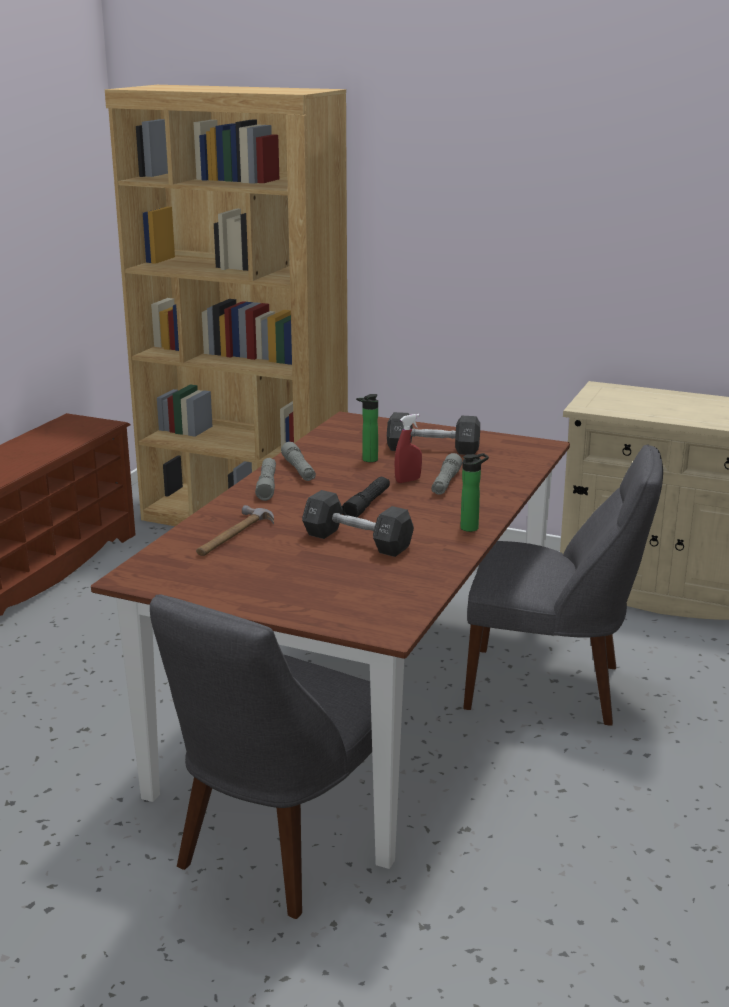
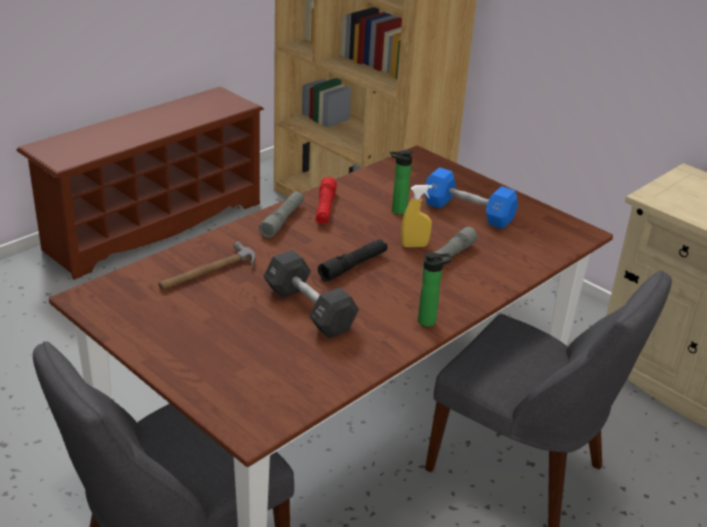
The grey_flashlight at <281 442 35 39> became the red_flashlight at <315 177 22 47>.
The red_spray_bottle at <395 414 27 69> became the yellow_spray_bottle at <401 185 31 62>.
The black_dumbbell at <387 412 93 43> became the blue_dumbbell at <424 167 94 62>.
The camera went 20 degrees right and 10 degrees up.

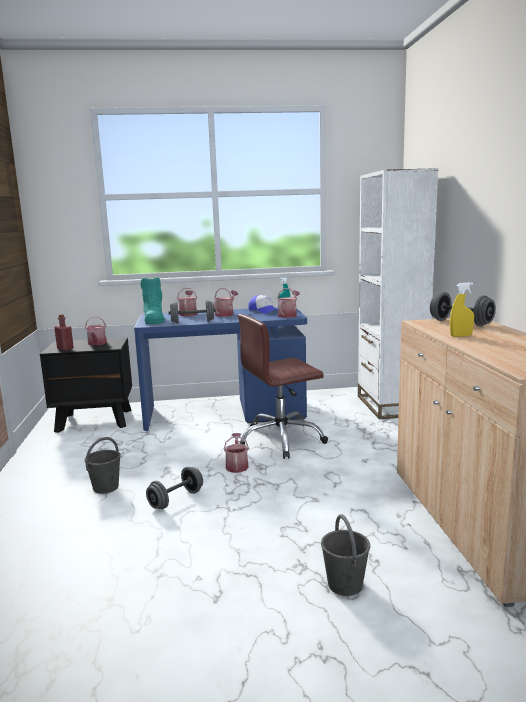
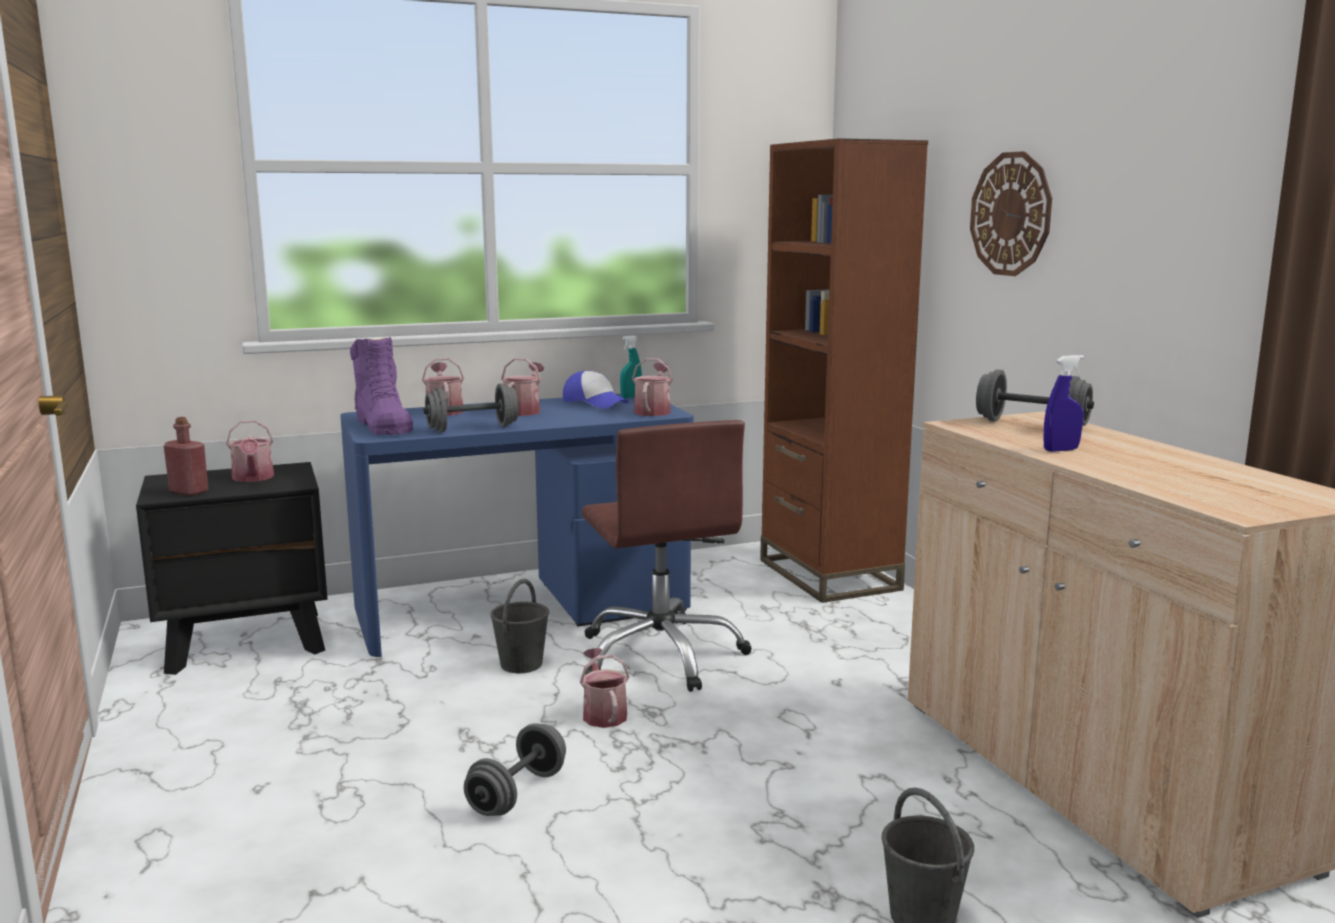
The turquoise_boot at <140 277 25 47> became the purple_boot at <350 337 63 98>.
The grey_bucket moved from <84 437 37 57> to <490 579 59 94>.
The brown_office_chair at <238 314 90 145> turned 75 degrees counterclockwise.
The white_bookcase at <358 168 81 251> became the brown_bookcase at <760 138 168 465>.
The wall_clock at <970 151 82 125> appeared.
The yellow_spray_bottle at <450 282 24 55> became the blue_spray_bottle at <1043 355 41 97>.
The camera went 15 degrees left and 0 degrees up.

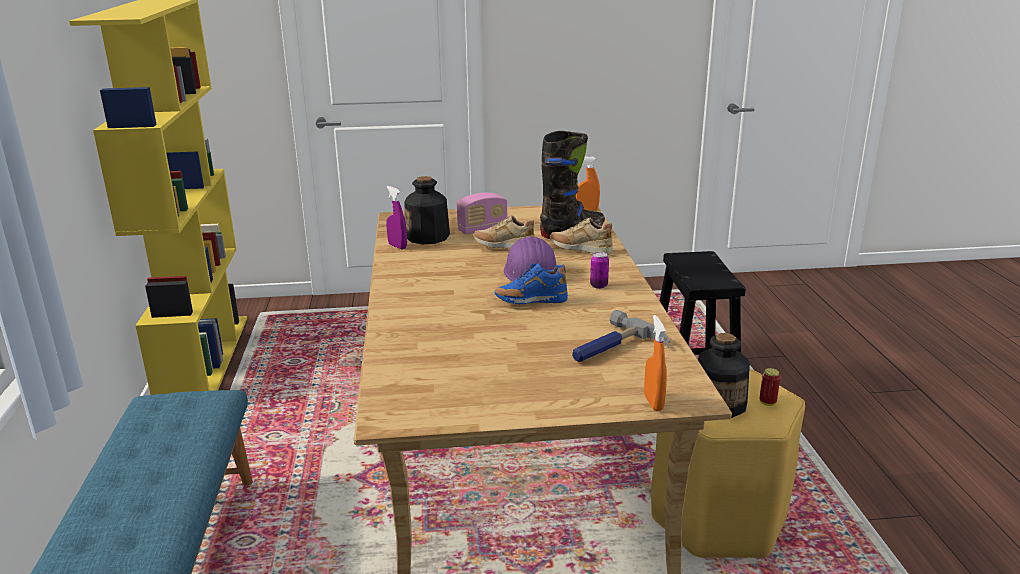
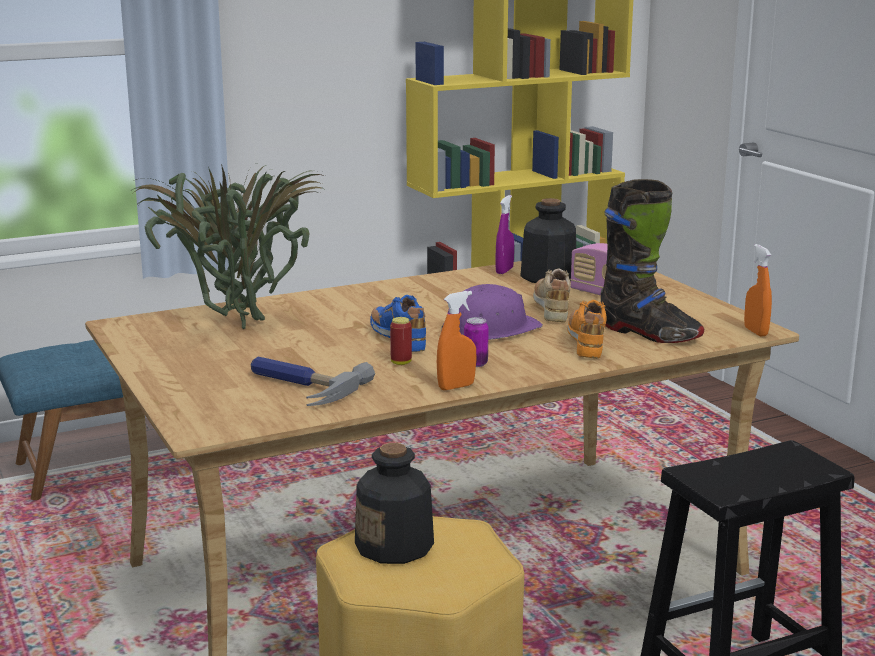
The potted_plant at <129 163 197 166> appeared.
The can moved from <759 368 21 38> to <390 317 22 48>.
The orange_spray_bottle moved from <644 315 23 96> to <437 291 39 99>.
The beige_shoe at <550 218 63 37> became the orange_shoe at <567 300 39 58>.
The camera went 70 degrees right and 5 degrees down.

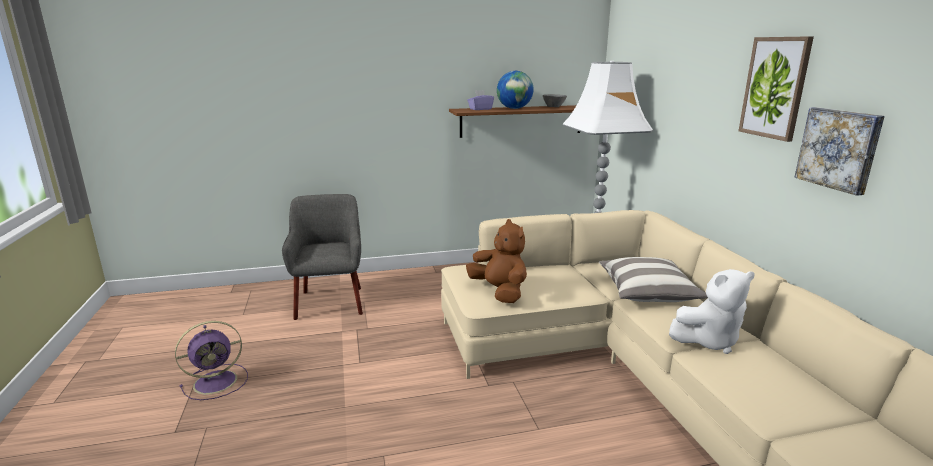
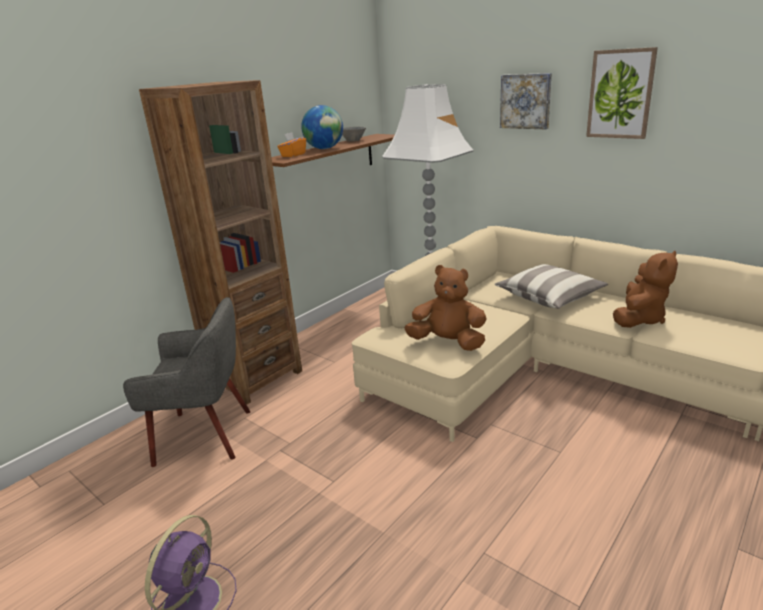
The grey_armchair at <282 194 81 126> turned 135 degrees clockwise.
The brown_bookcase at <139 80 163 325> appeared.
The purple_tissue_box at <467 90 27 20> became the orange_tissue_box at <277 132 29 25>.
The picture moved from <794 107 91 89> to <500 73 52 56>.
The white_plush_toy at <669 269 86 85> became the brown_plush_toy at <613 251 65 77>.
The camera went 35 degrees left and 5 degrees up.

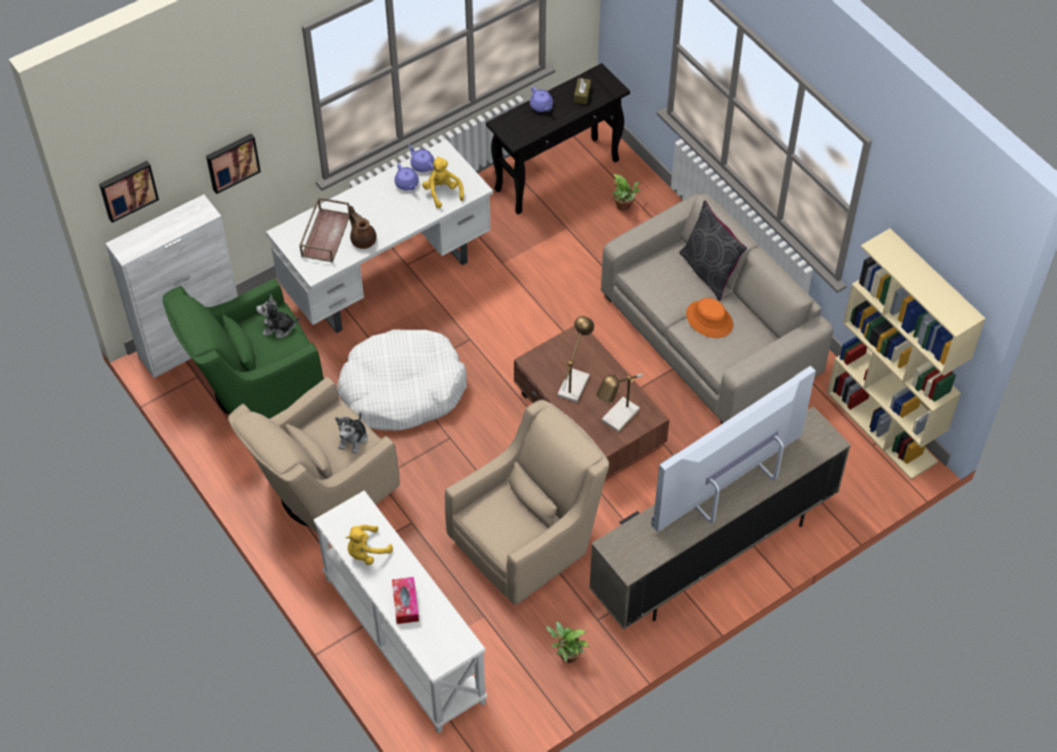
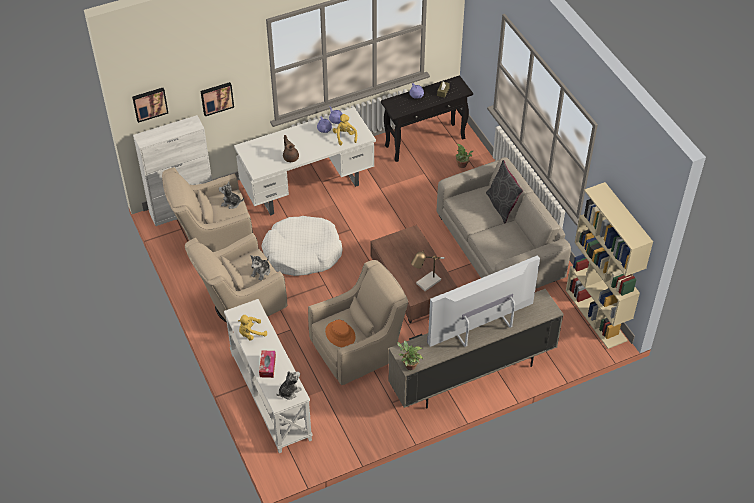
The green_armchair at <163 278 161 141> became the beige_armchair at <162 167 91 85>.
The plush_toy at <277 371 25 29> appeared.
The orange_hat moved from <686 298 47 40> to <325 320 31 27>.
The potted_plant moved from <545 622 44 41> to <397 341 26 29>.
The brown_tray at <299 197 51 66> disappeared.
The table_lamp at <558 316 36 87> disappeared.
The camera went 10 degrees right and 5 degrees down.

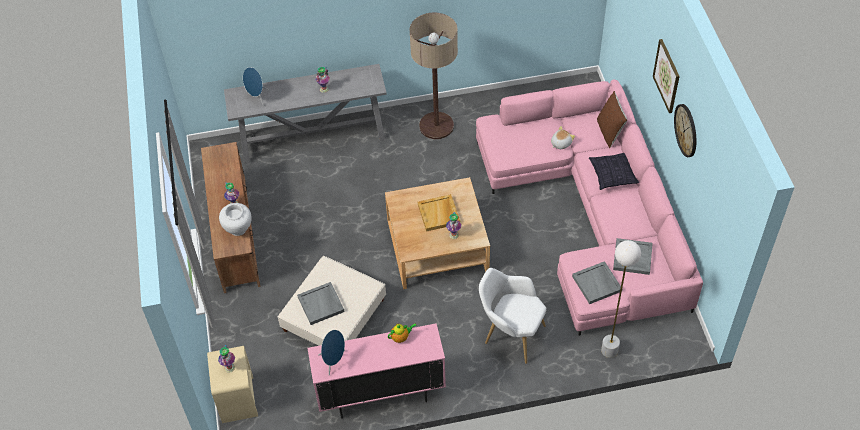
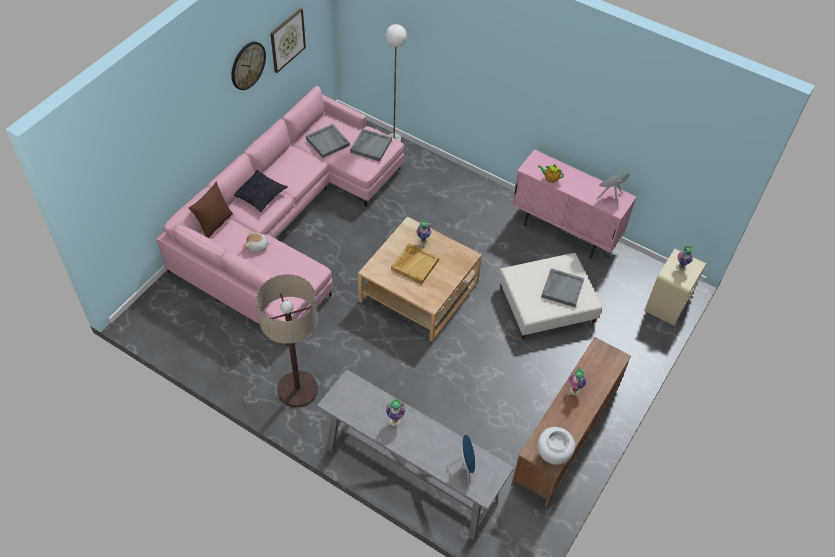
The picture moved from <653 39 27 74> to <270 8 36 65>.
The white_vase moved from <219 203 33 33> to <537 427 38 38>.
The white_armchair at <479 268 68 96> disappeared.
The camera went 140 degrees left and 0 degrees up.

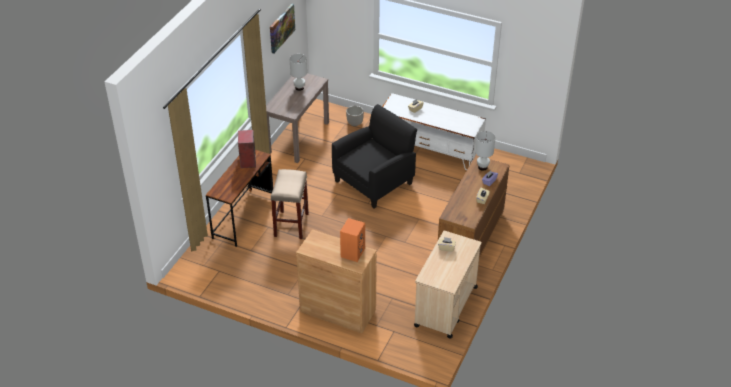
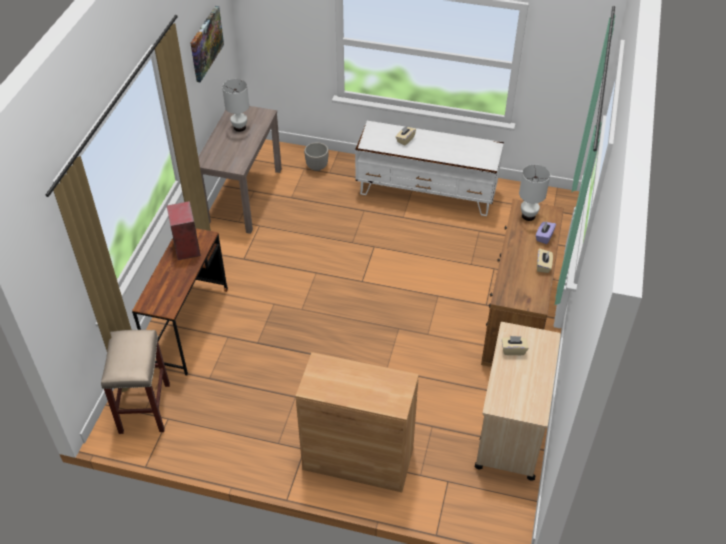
The beige_stool moved from <271 169 38 70> to <101 330 69 104>.
The black_armchair at <332 104 85 105> disappeared.
The orange_speaker at <340 218 25 44> disappeared.
The camera went 10 degrees left and 5 degrees up.

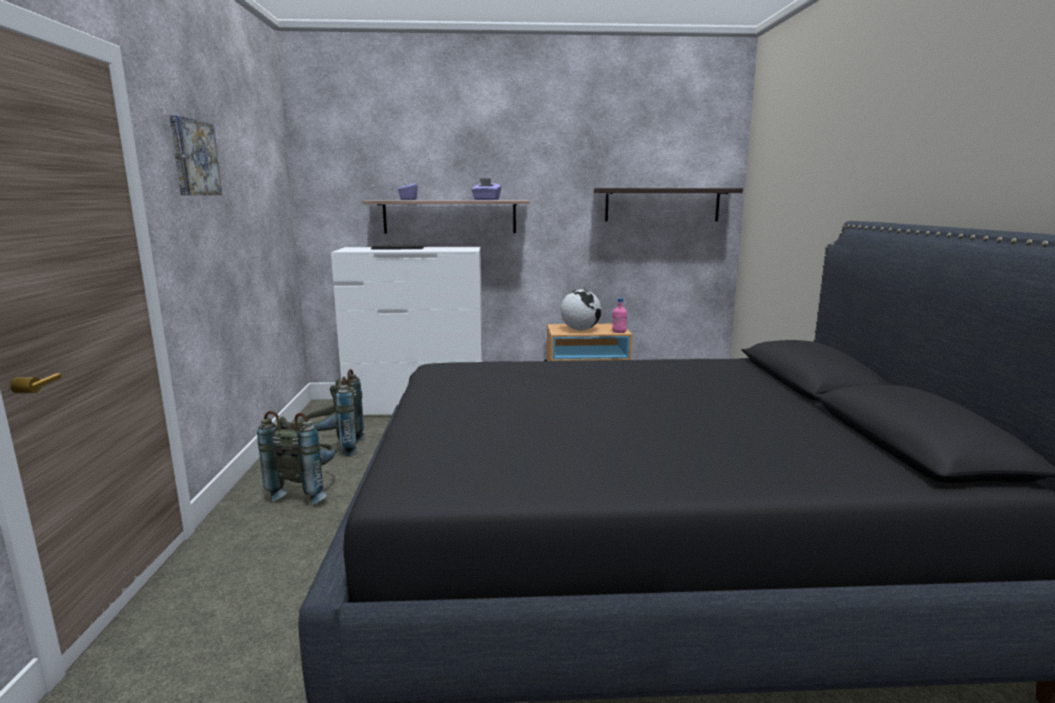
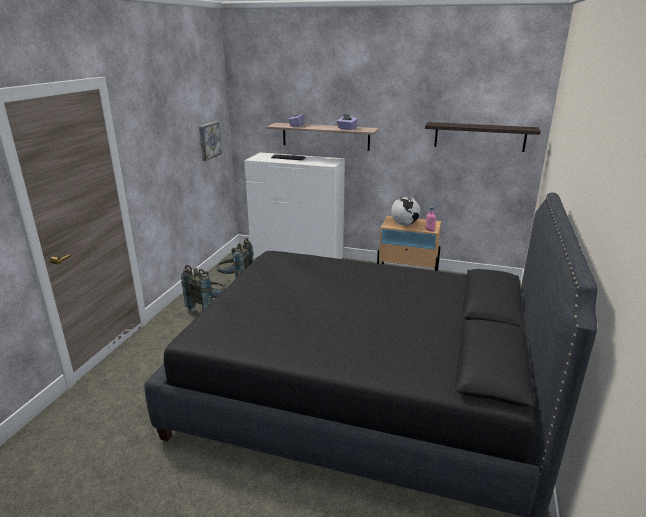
The picture moved from <170 115 52 80> to <199 121 23 40>.
The camera went 20 degrees right and 10 degrees up.

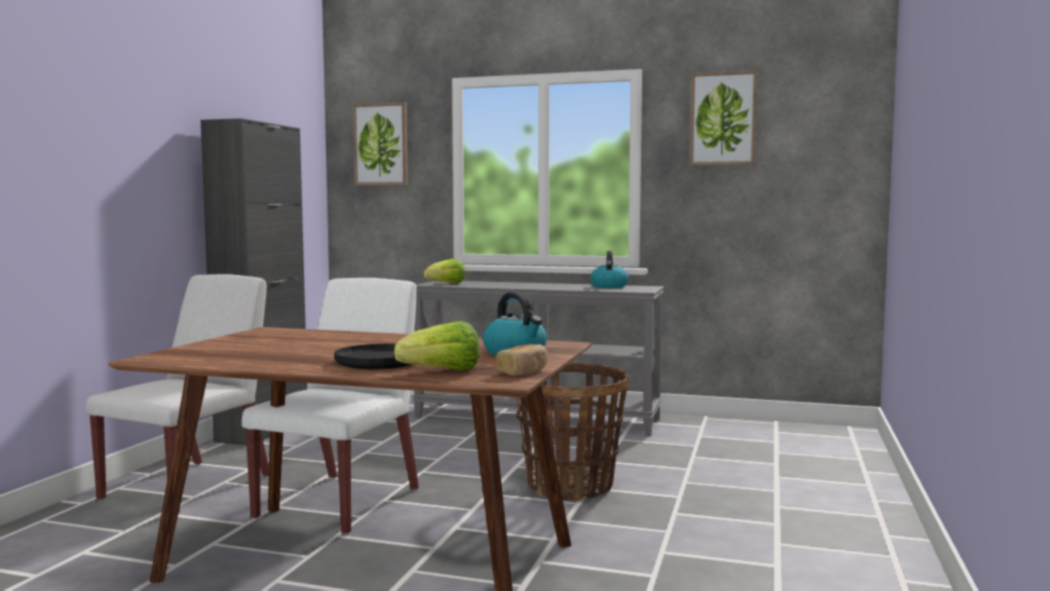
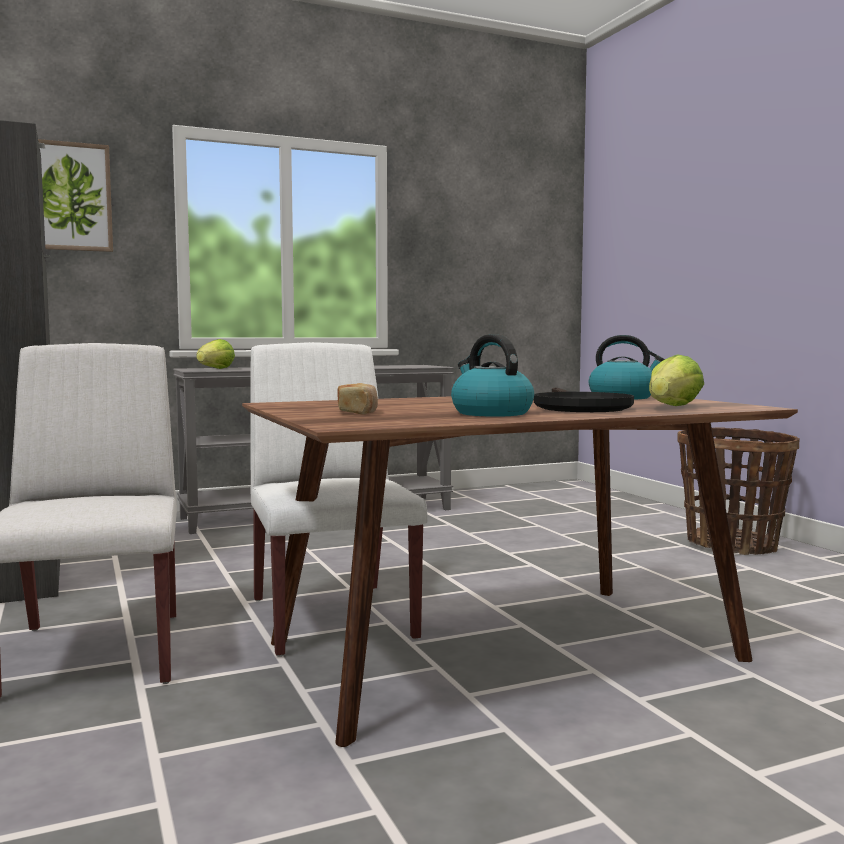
The bread moved from <497 344 51 32> to <338 383 40 32>.
The kettle moved from <590 251 39 37> to <451 334 83 83>.
The basket moved from <516 363 113 138> to <678 428 122 127>.
The picture at <689 70 69 96> disappeared.
The camera went 40 degrees left and 0 degrees up.

